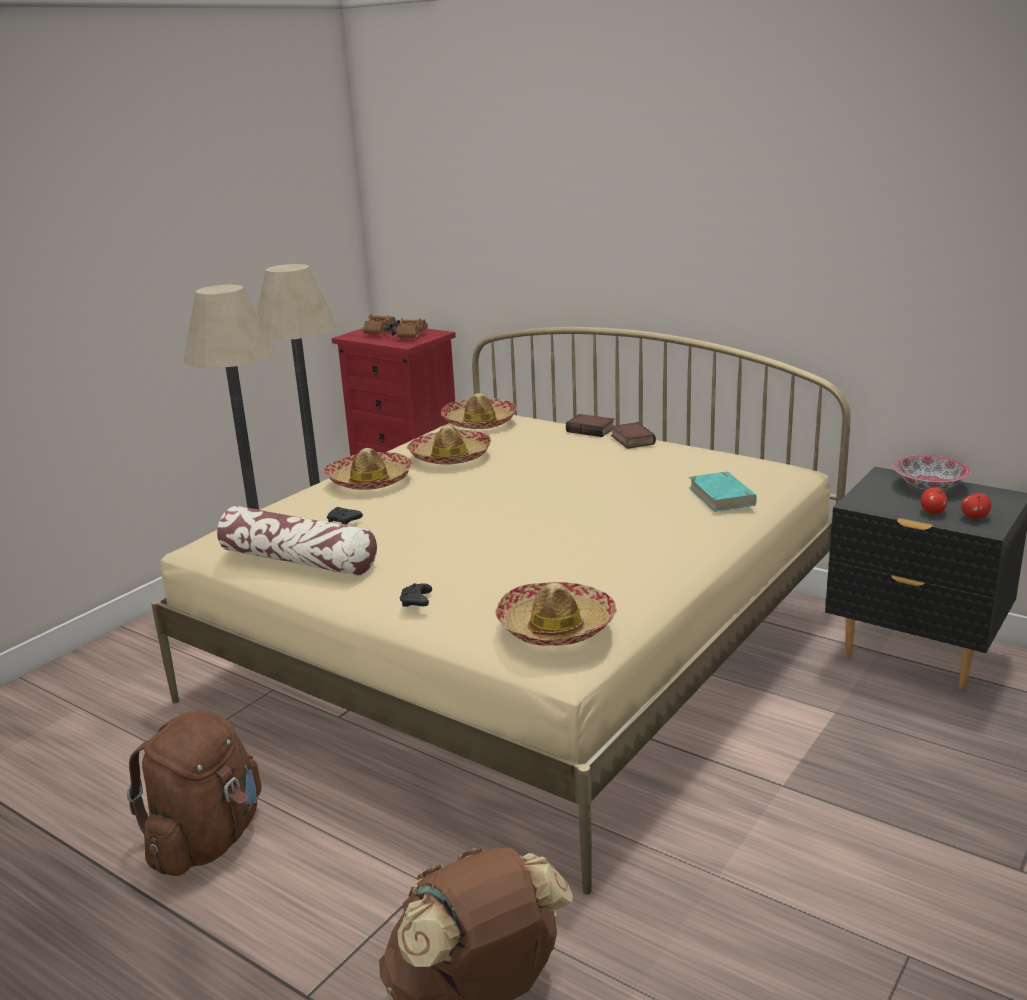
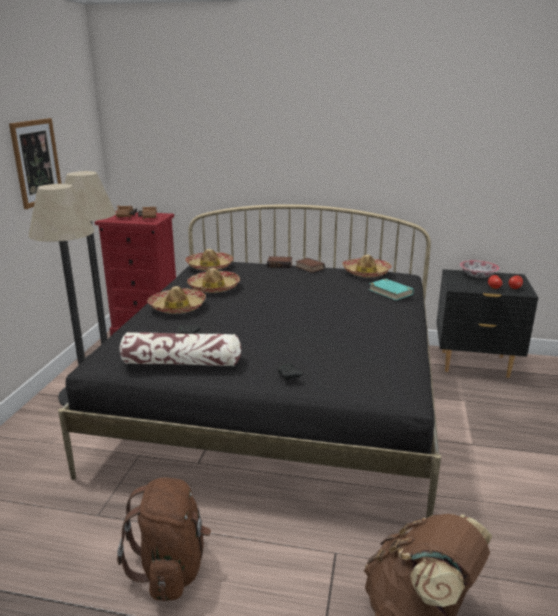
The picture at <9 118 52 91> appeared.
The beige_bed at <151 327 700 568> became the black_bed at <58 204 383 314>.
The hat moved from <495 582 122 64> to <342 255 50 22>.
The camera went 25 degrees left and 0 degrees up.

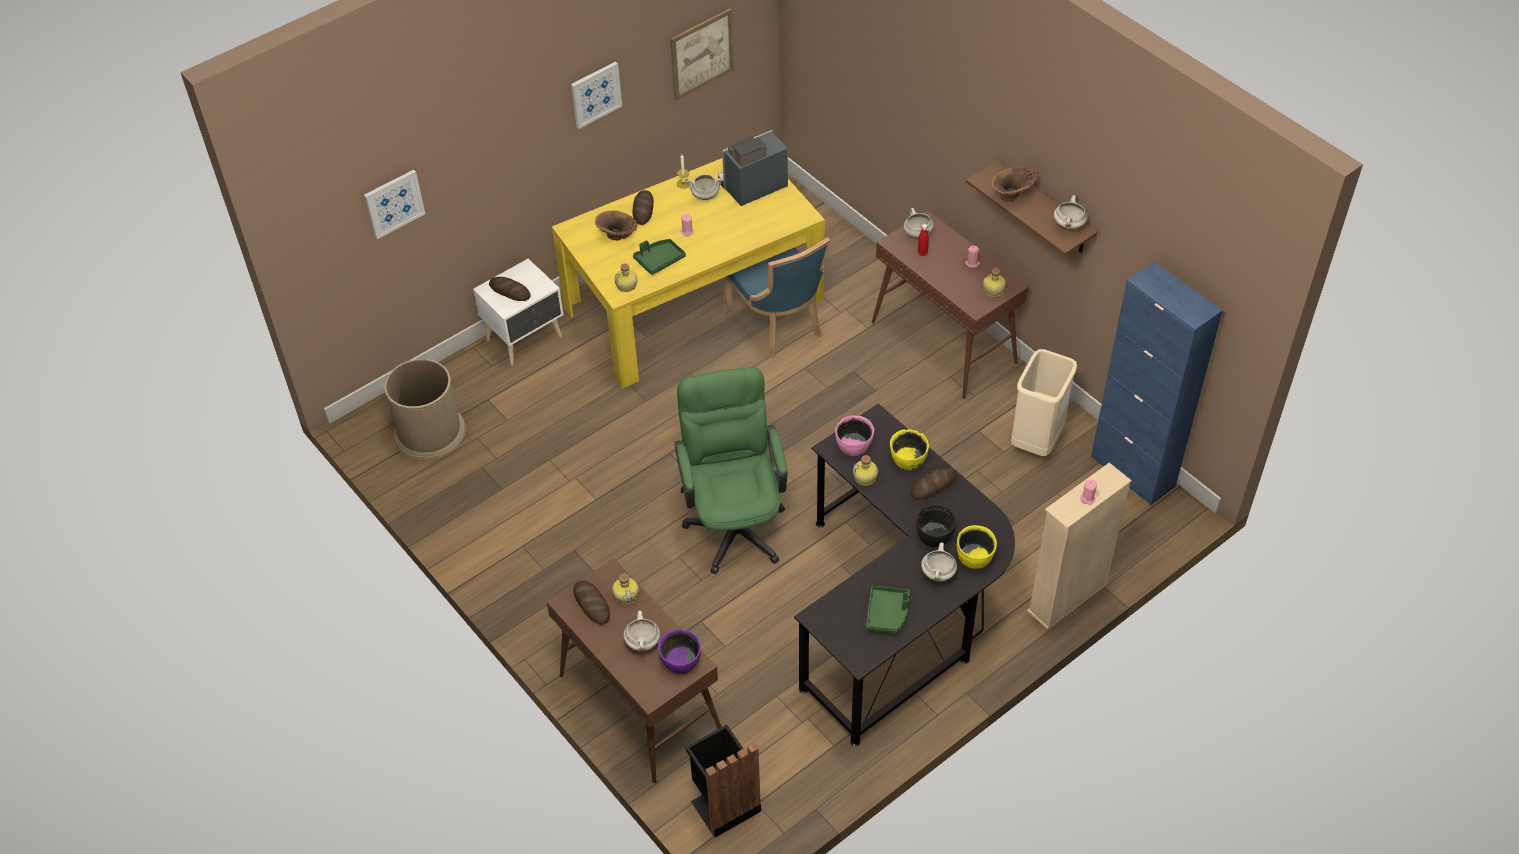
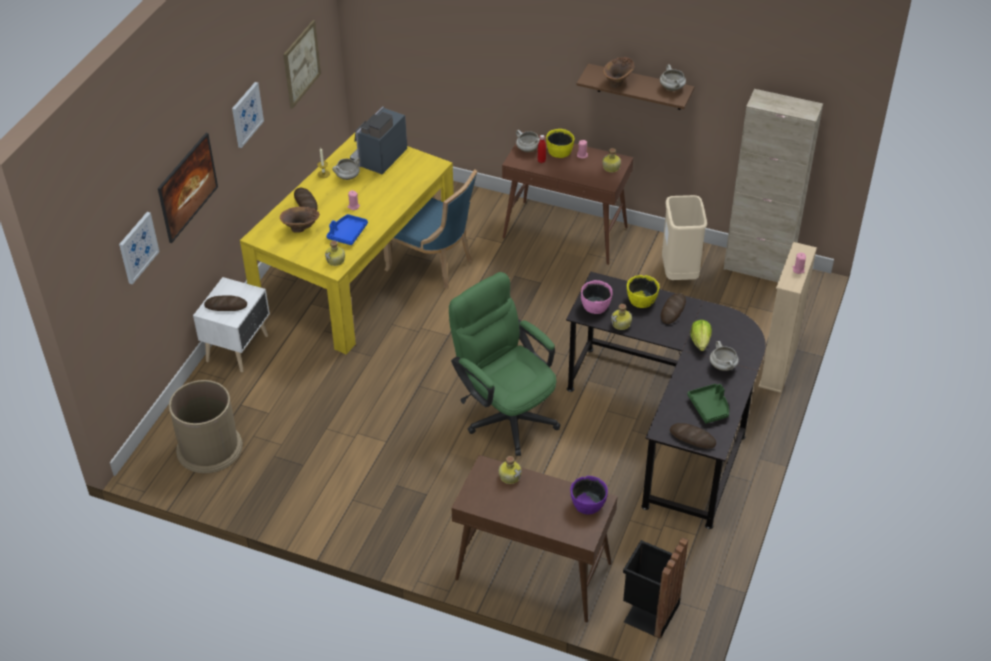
The picture at <158 133 60 110> appeared.
The green_tray at <633 239 53 36> became the blue_tray at <327 214 41 31>.
The yellow_bowl moved from <957 525 40 44> to <546 129 28 29>.
The bread moved from <573 581 37 44> to <670 423 46 26>.
The black_bowl at <916 504 40 43> was replaced by the lettuce at <690 320 22 31>.
The blue_cabinet at <1091 261 132 245> became the beige_cabinet at <724 89 99 193>.
The white_cooking_pot at <623 611 37 40> disappeared.
The camera went 30 degrees left and 5 degrees down.

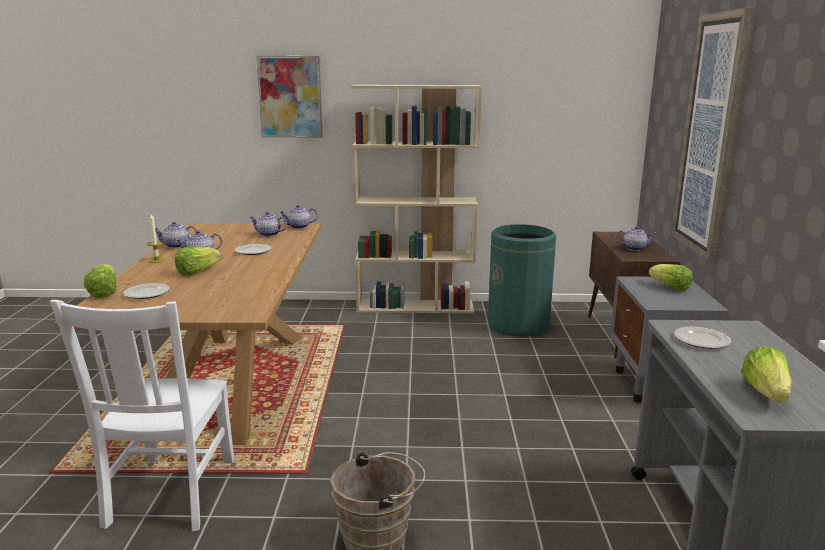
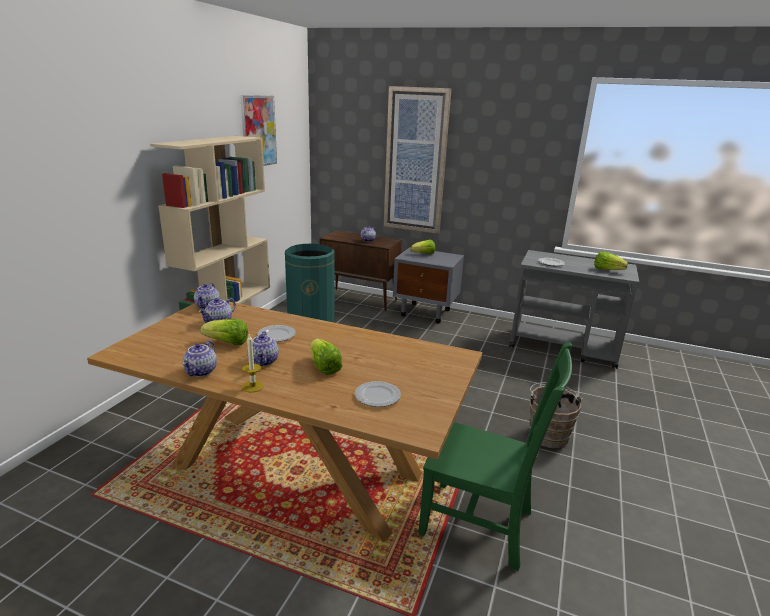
The lettuce moved from <84 264 33 34> to <200 319 48 26>.
The picture moved from <256 56 67 82> to <240 95 37 71>.
The white_chair at <50 300 184 231> became the green_chair at <418 343 154 228>.
The camera went 70 degrees left and 5 degrees up.

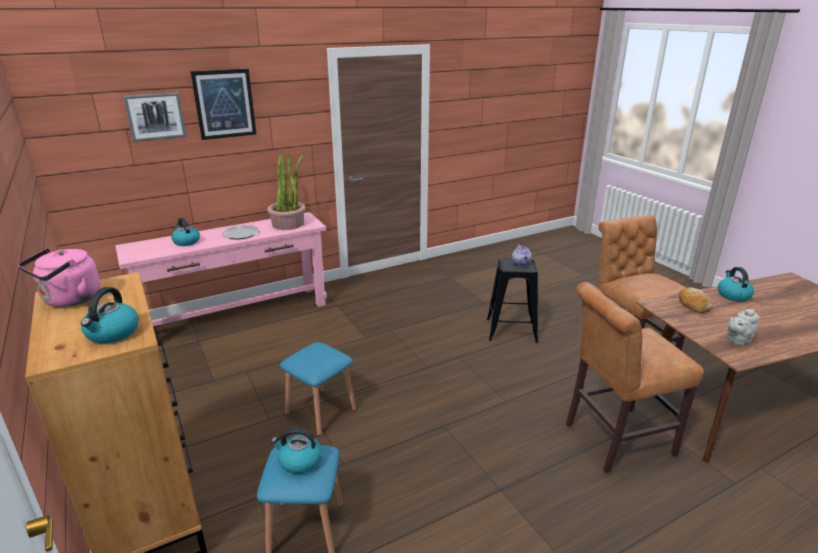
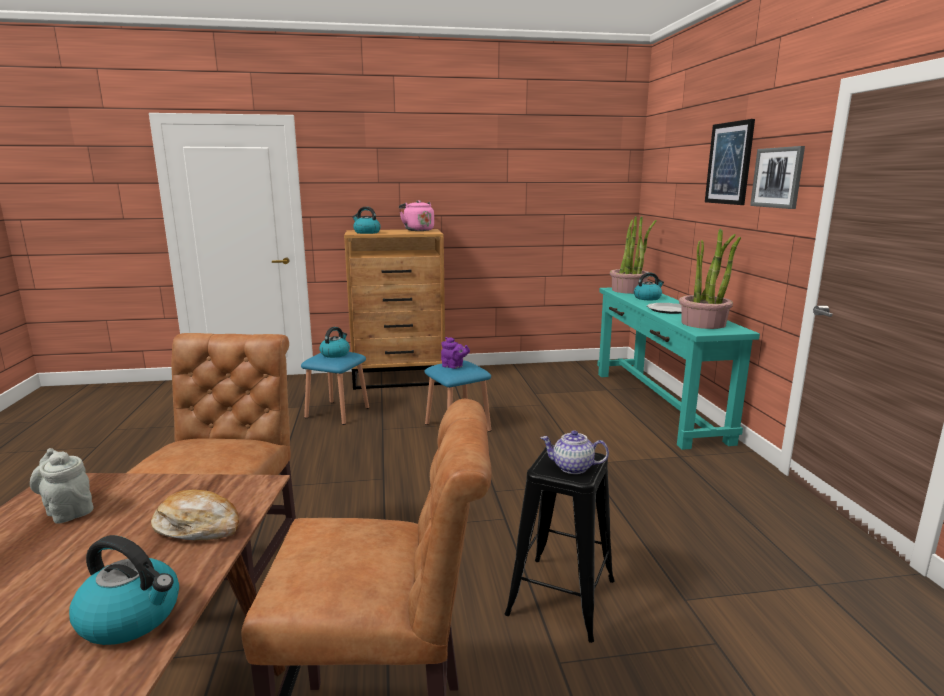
The grey_teapot at <727 309 33 37> turned 45 degrees counterclockwise.
The purple_teapot at <441 337 29 32> appeared.
The pink_console_table at <115 212 212 114> became the turquoise_console_table at <597 287 163 163>.
The potted_plant at <610 216 47 78> appeared.
The picture moved from <123 92 64 50> to <750 146 55 63>.
The camera went 110 degrees right and 10 degrees down.

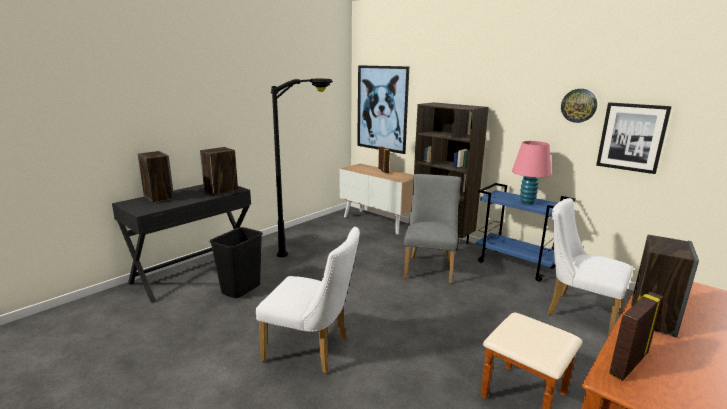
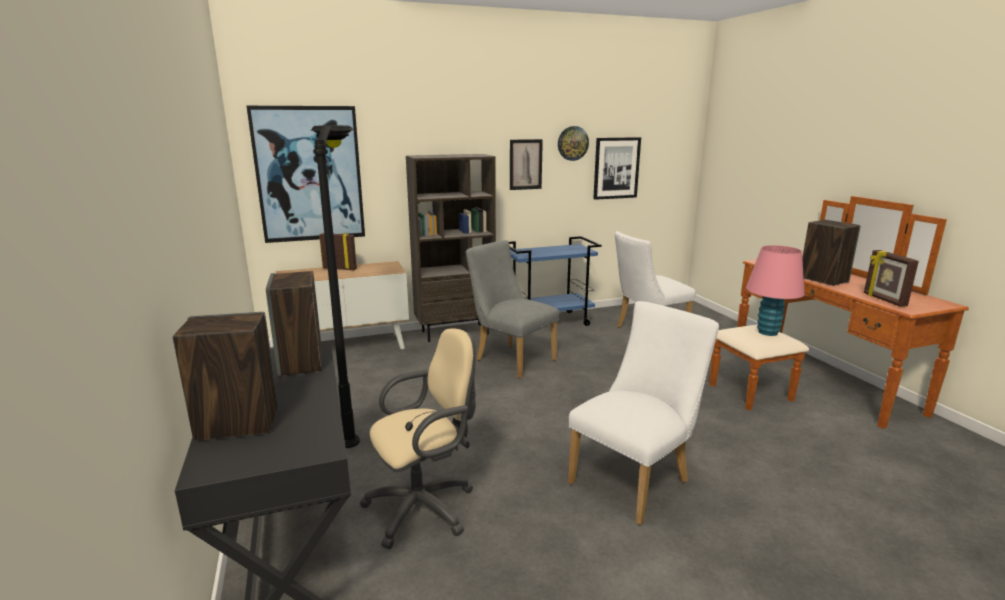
The black_trash_can at <210 227 53 71> was replaced by the beige_office_chair at <359 329 117 220>.
The picture at <510 139 33 51> appeared.
The pink_table_lamp moved from <512 141 40 64> to <746 245 59 91>.
The camera went 60 degrees left and 0 degrees up.

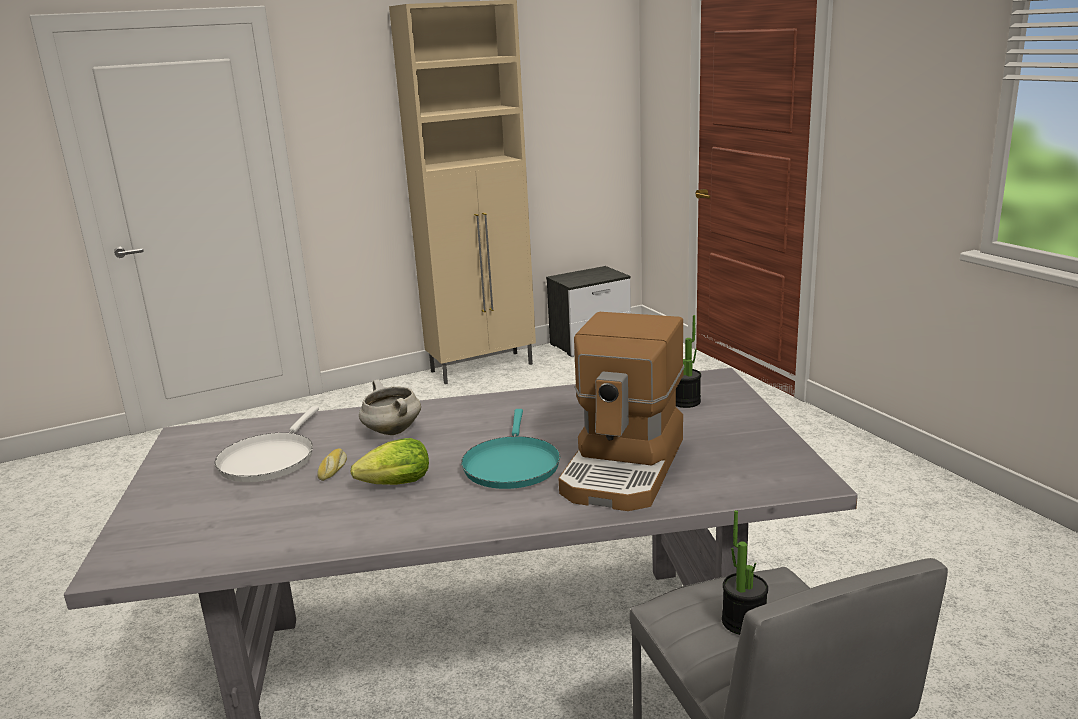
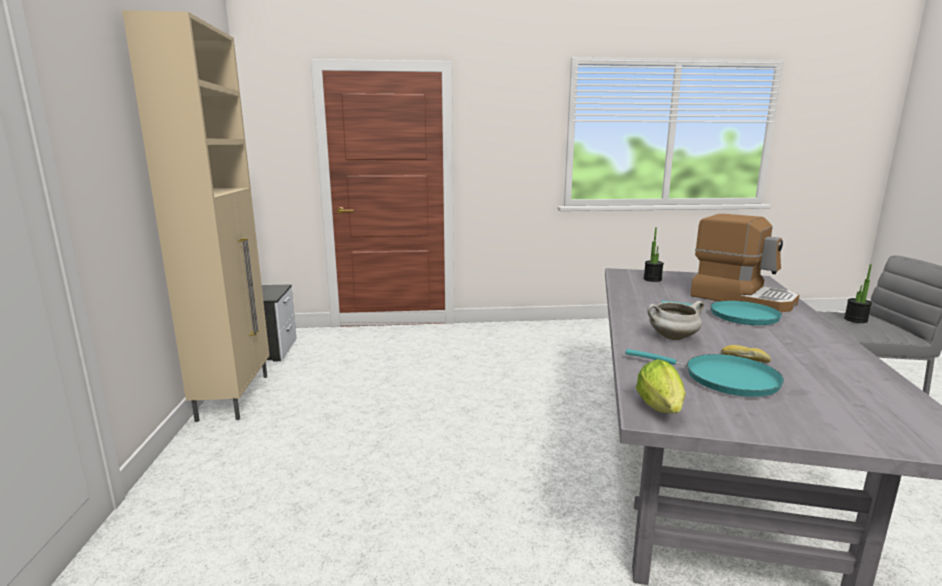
The white_frying_pan at <215 406 104 76> became the turquoise_frying_pan at <625 349 159 48>.
The lettuce moved from <350 438 79 47> to <636 359 50 54>.
The camera went 70 degrees left and 5 degrees down.

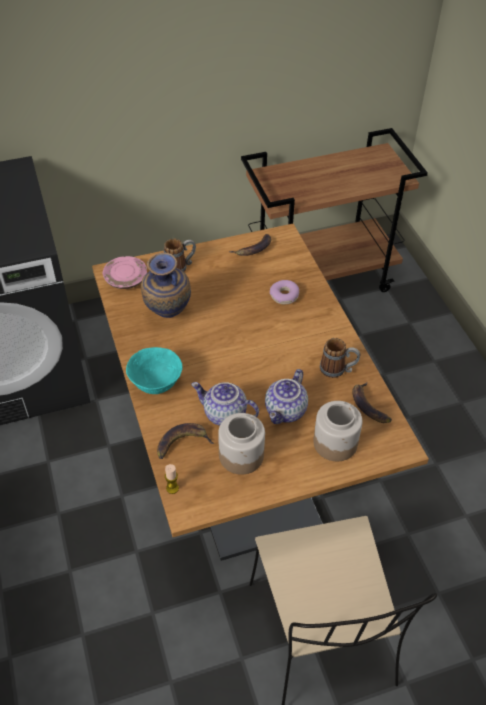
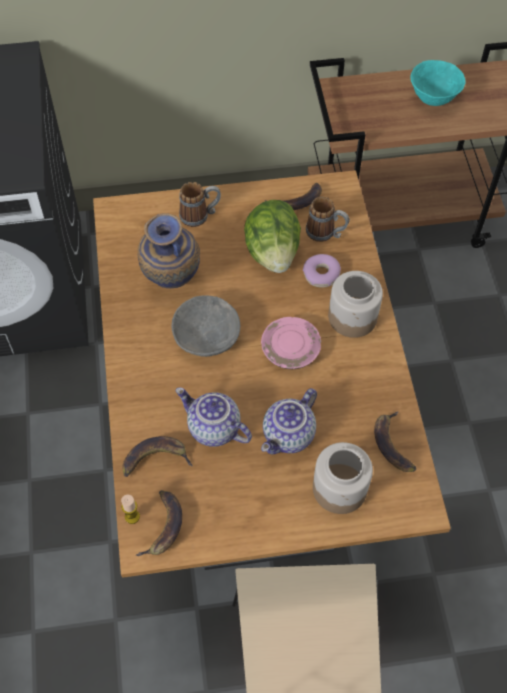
The banana at <135 490 47 66> appeared.
The grey_bowl at <172 295 68 62> appeared.
The lettuce at <244 200 57 73> appeared.
The pink_plate moved from <103 256 44 33> to <261 317 60 52>.
The mug moved from <320 338 40 40> to <306 196 44 46>.
The jar moved from <218 413 47 62> to <328 271 55 67>.
The turquoise_bowl moved from <126 347 57 47> to <411 60 54 46>.
The camera went 10 degrees right and 10 degrees up.

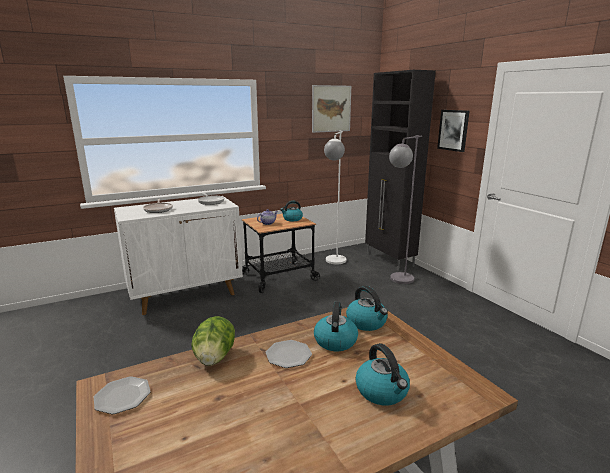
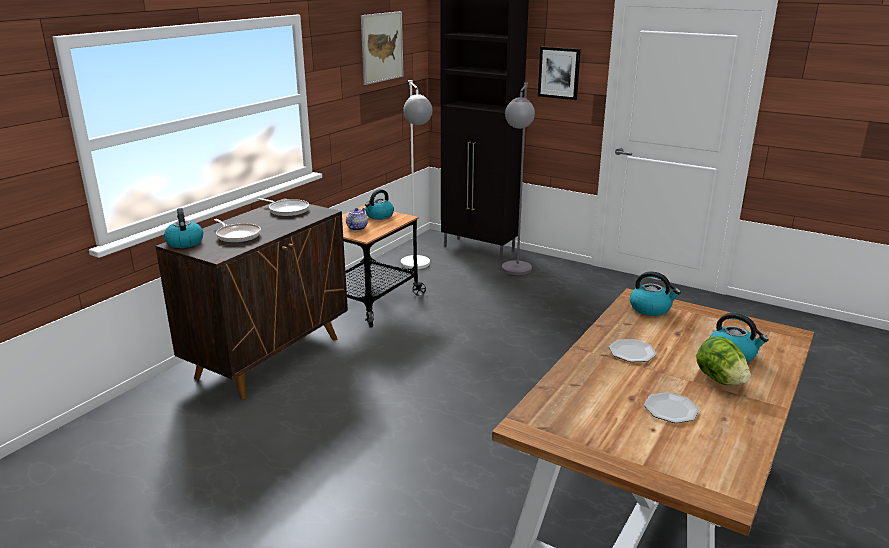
The white_cabinet at <114 196 129 119> became the brown_cabinet at <155 198 193 201>.
The kettle moved from <314 302 44 49> to <164 208 39 40>.
The plate moved from <94 376 57 38> to <644 392 55 31>.
The lettuce moved from <191 316 44 50> to <697 337 54 48>.
The camera went 30 degrees left and 5 degrees up.

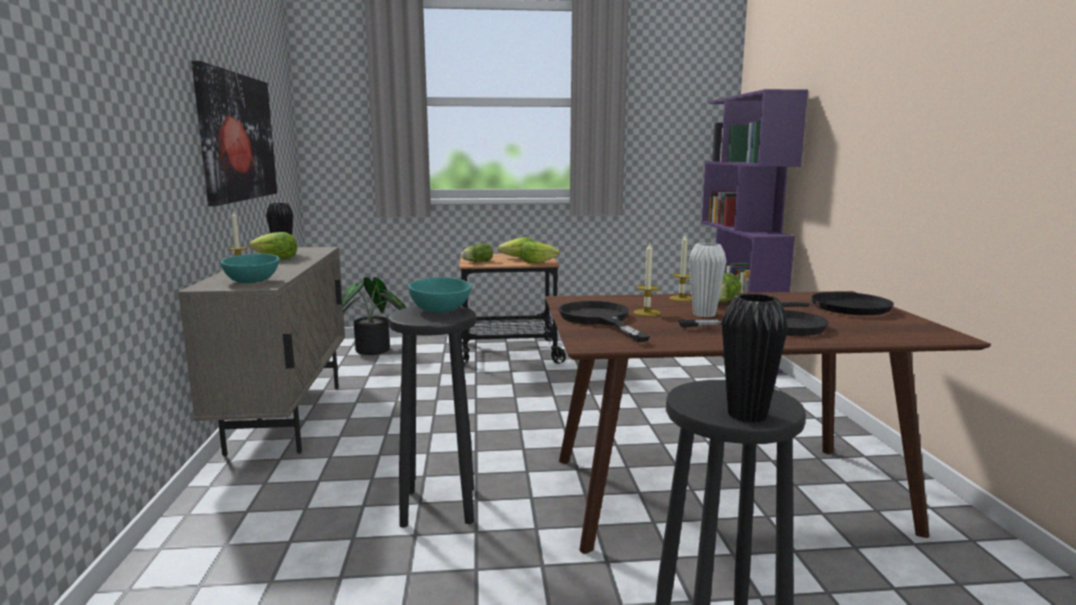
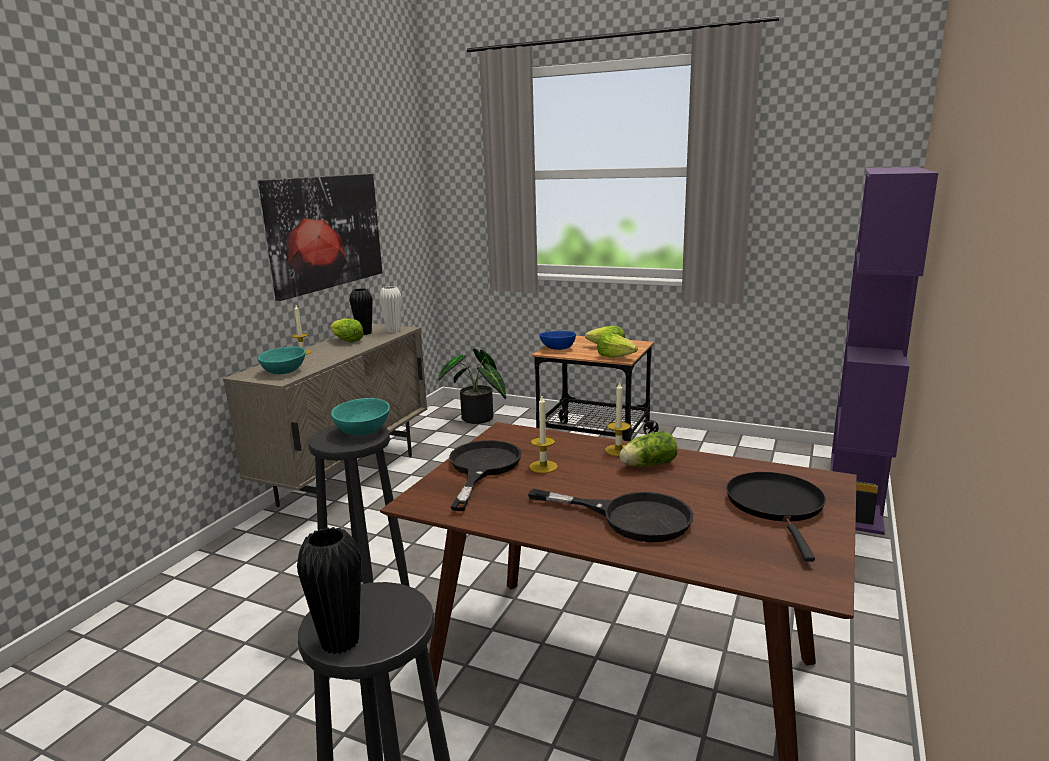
The white_vase moved from <689 243 37 74> to <379 286 23 46>.
The lettuce at <461 244 32 18> was replaced by the blue_bowl at <539 331 37 19>.
The black_frying_pan at <781 292 113 23> turned 105 degrees counterclockwise.
The camera went 30 degrees right and 5 degrees up.

